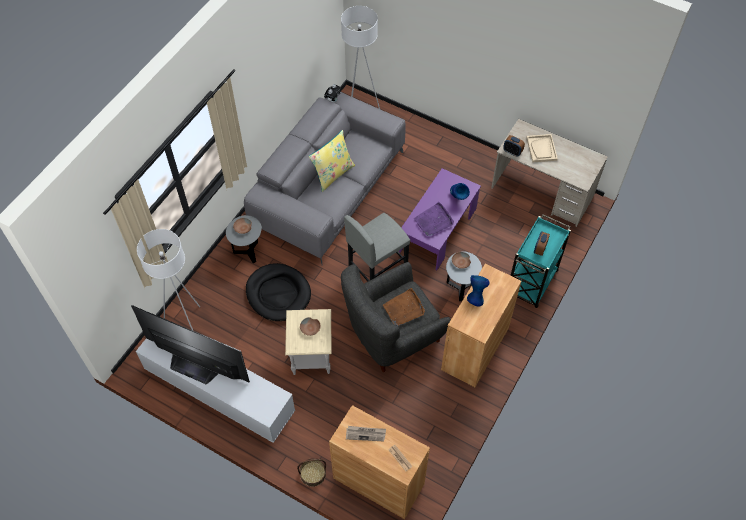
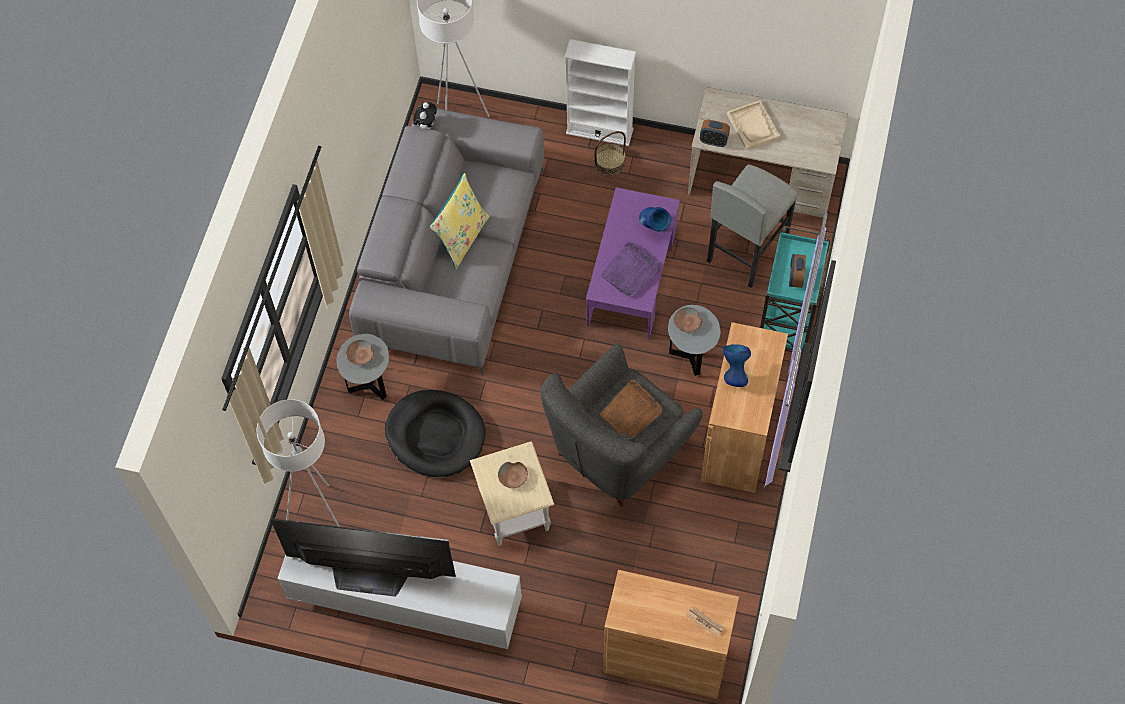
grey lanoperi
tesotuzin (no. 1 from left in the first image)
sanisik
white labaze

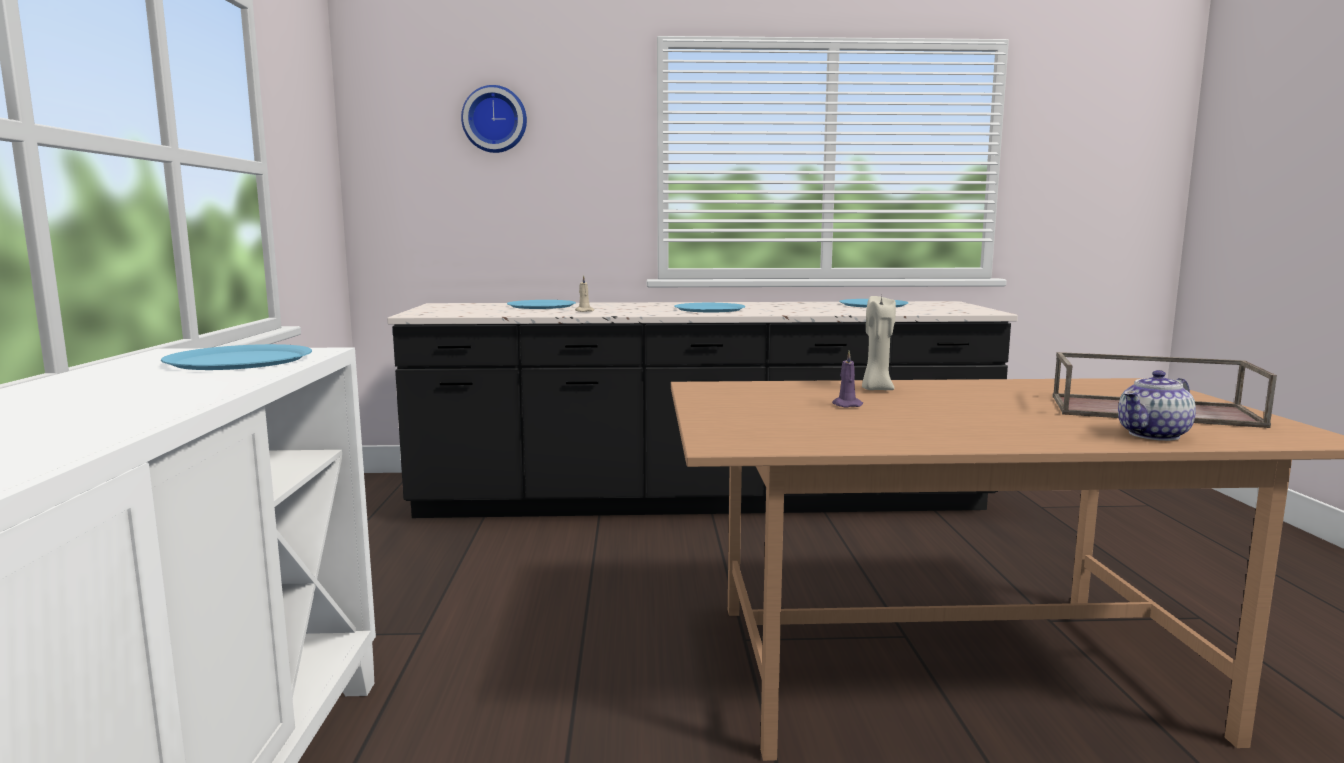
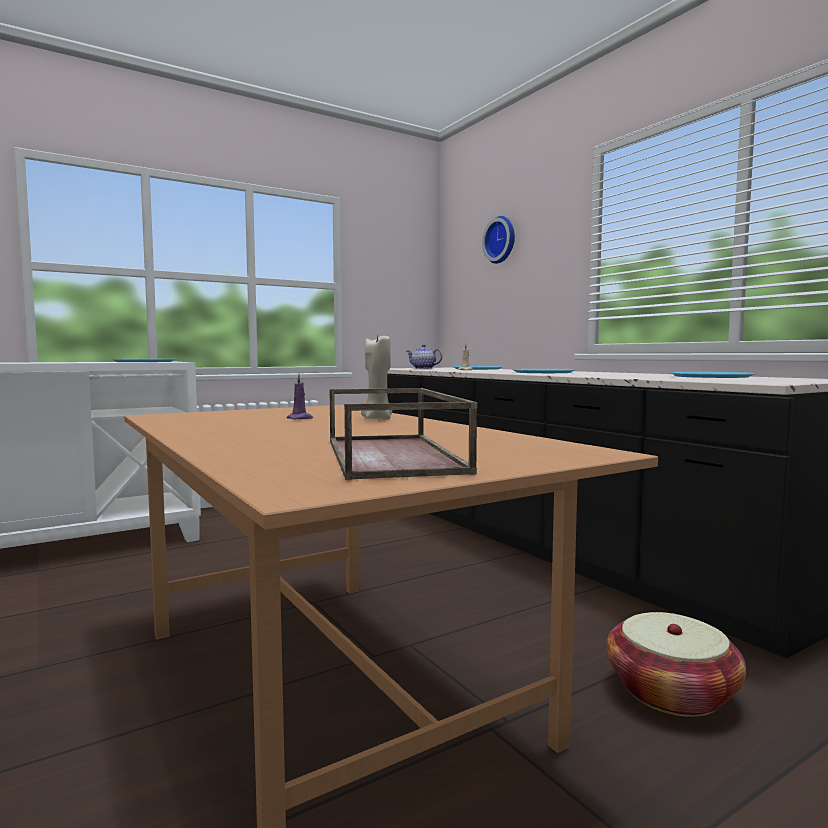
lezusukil
sanisik

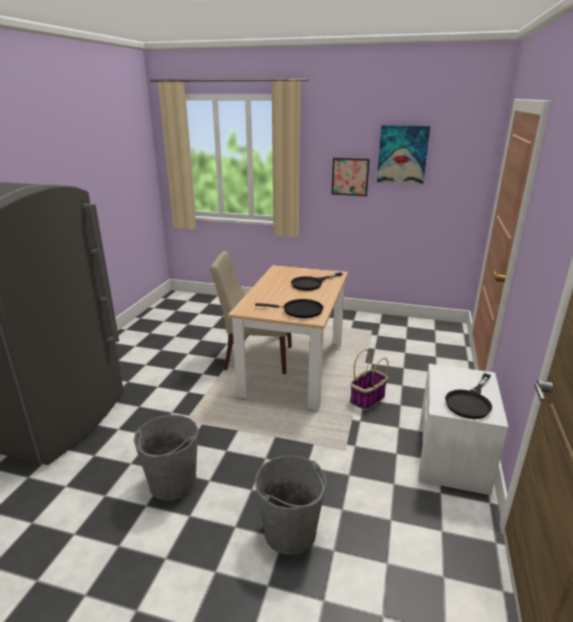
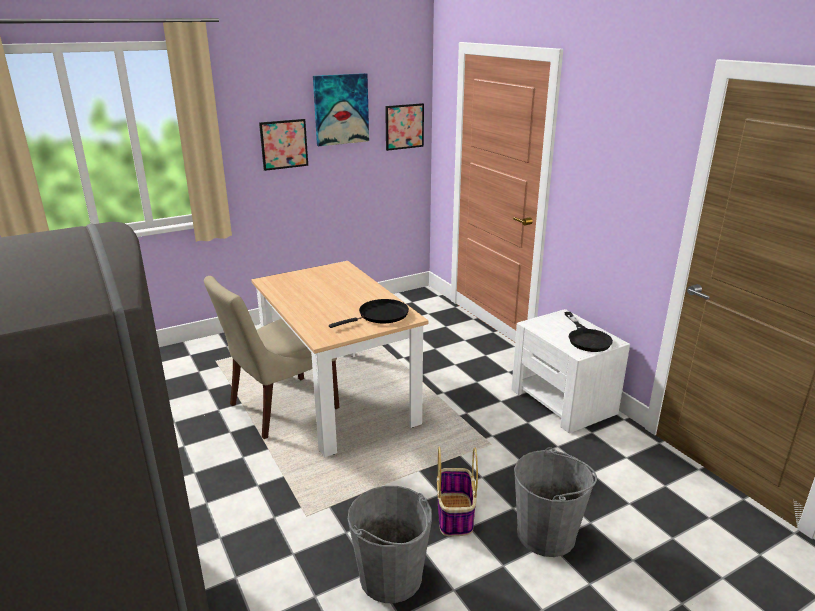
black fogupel (no. 2 from left in the first image)
sanisik
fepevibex (no. 3 from left)

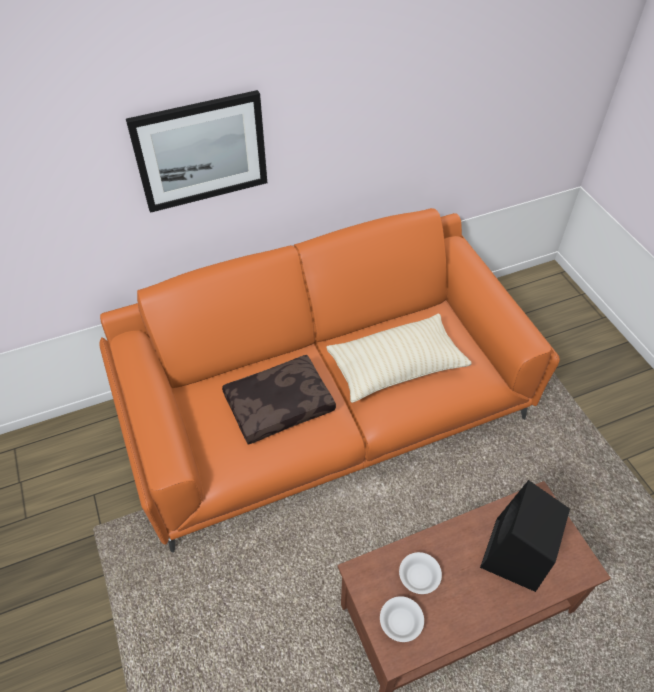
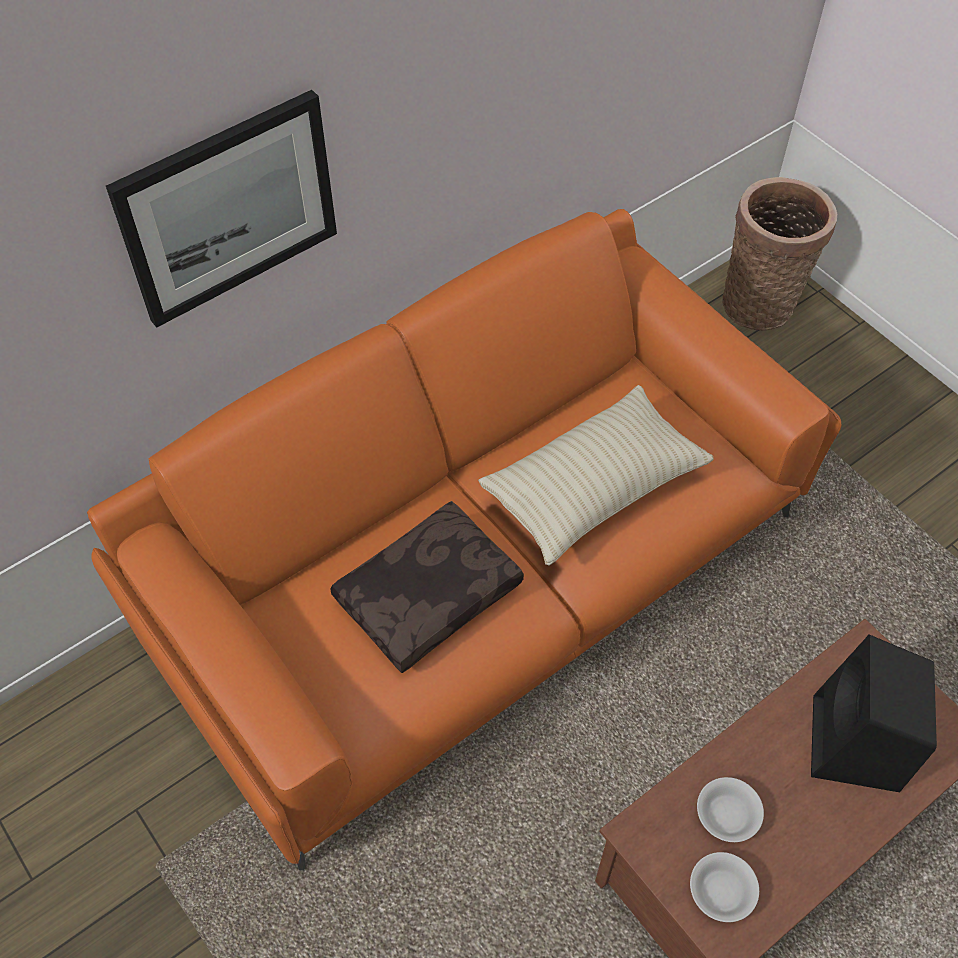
sanisik

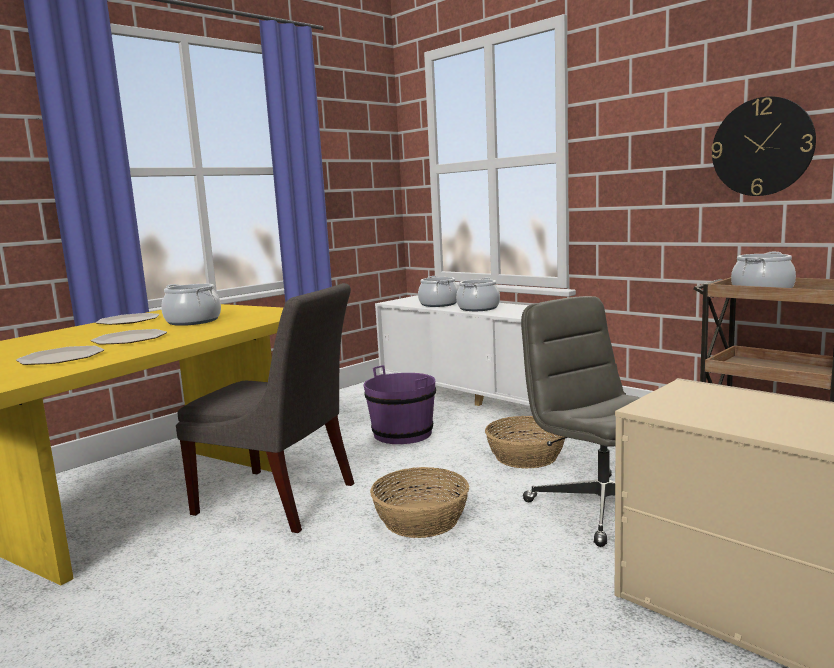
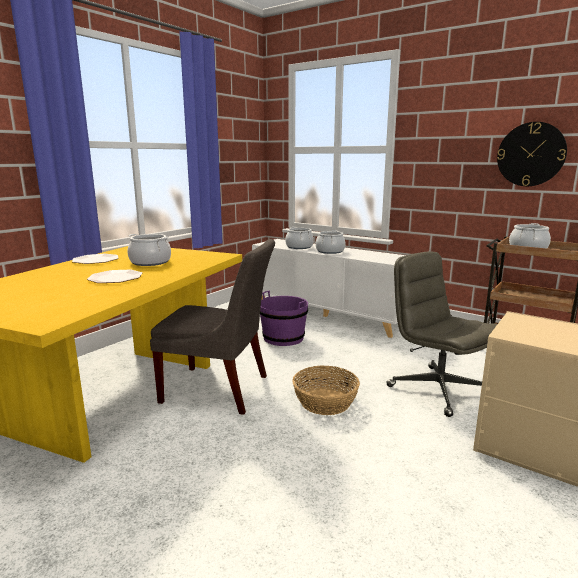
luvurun (no. 1 from left in the first image)
sanisik (no. 2 from left in the first image)

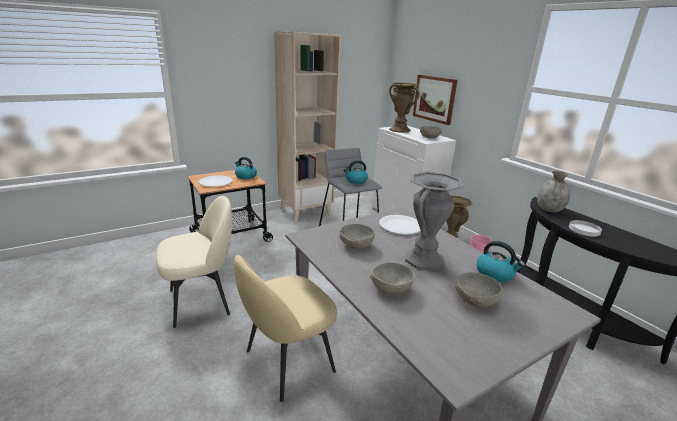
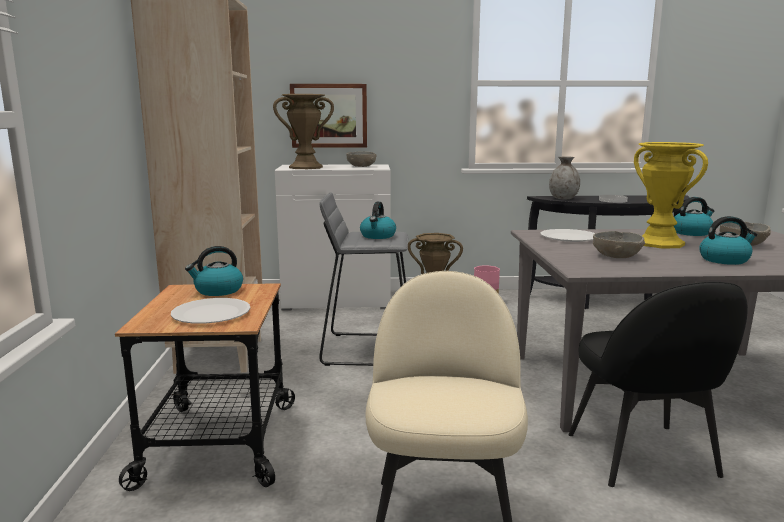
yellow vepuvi
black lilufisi
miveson (no. 4 from left)

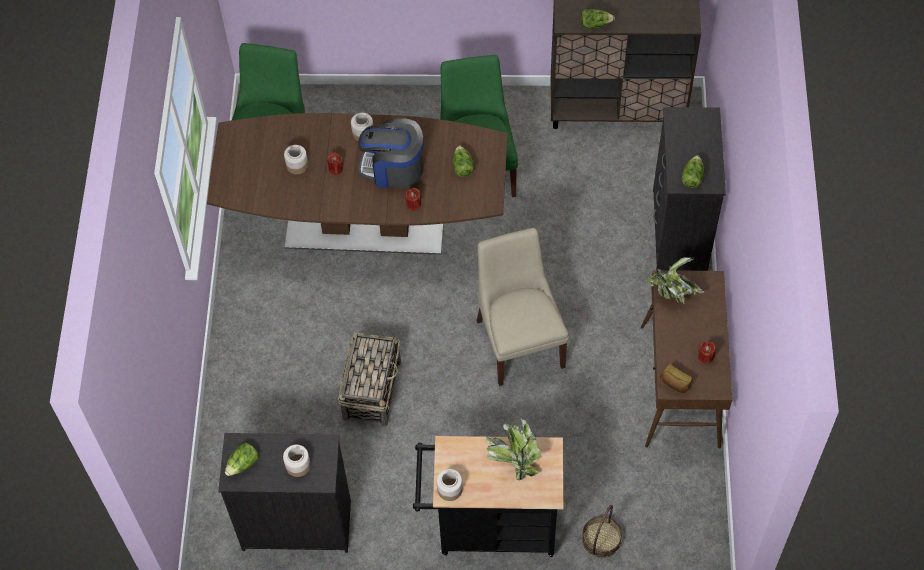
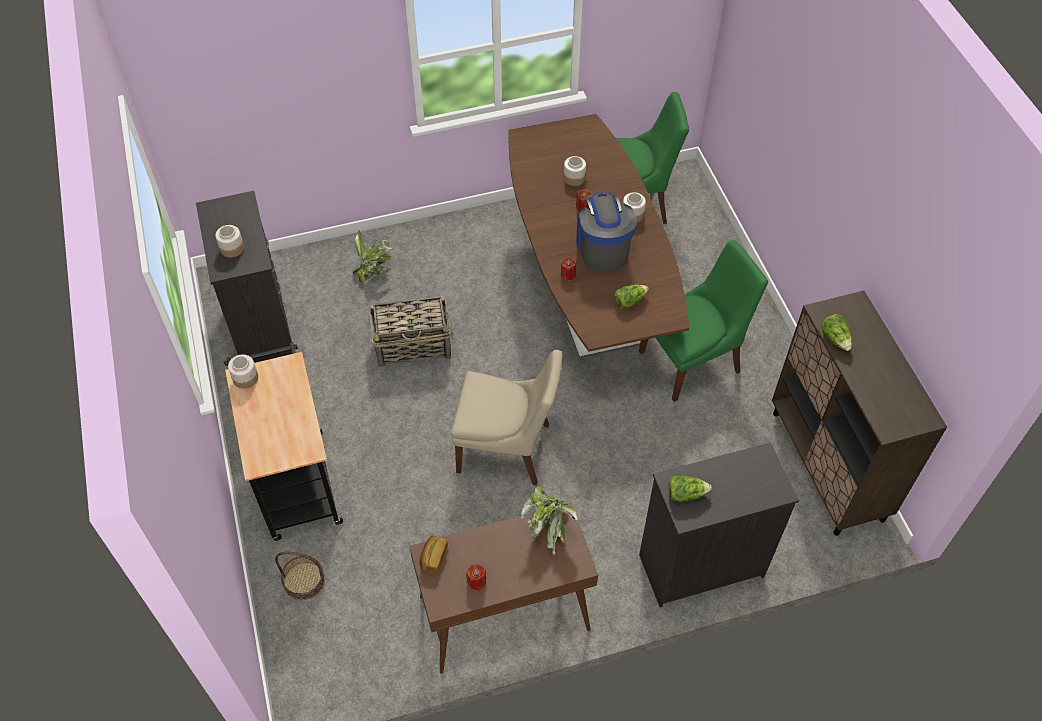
beige lilufisi
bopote (no. 1 from left)
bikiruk (no. 1 from left in the first image)

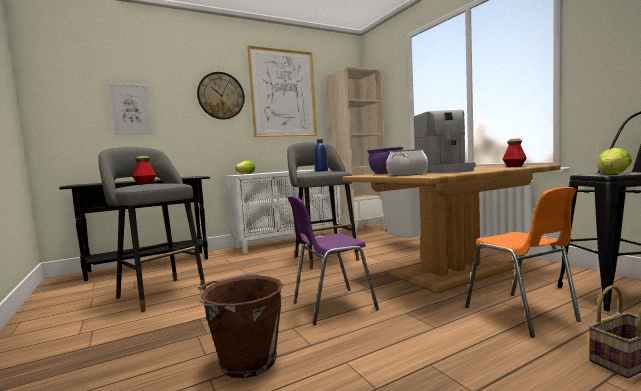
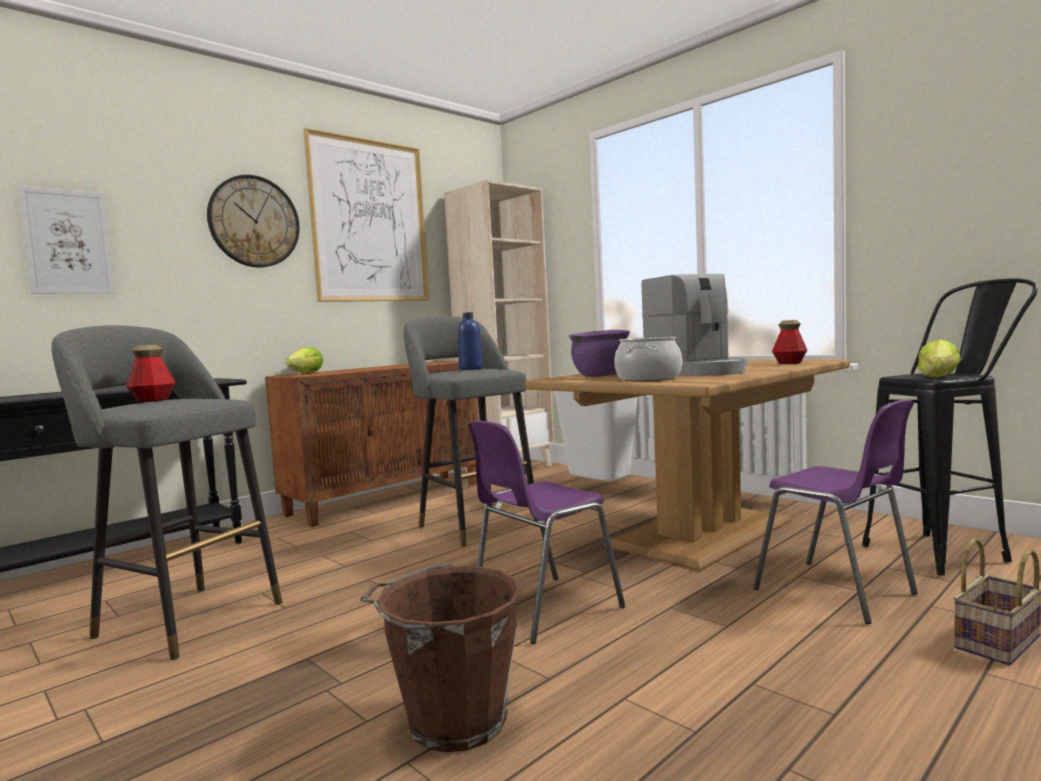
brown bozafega
purple lilufisi (no. 2 from left)

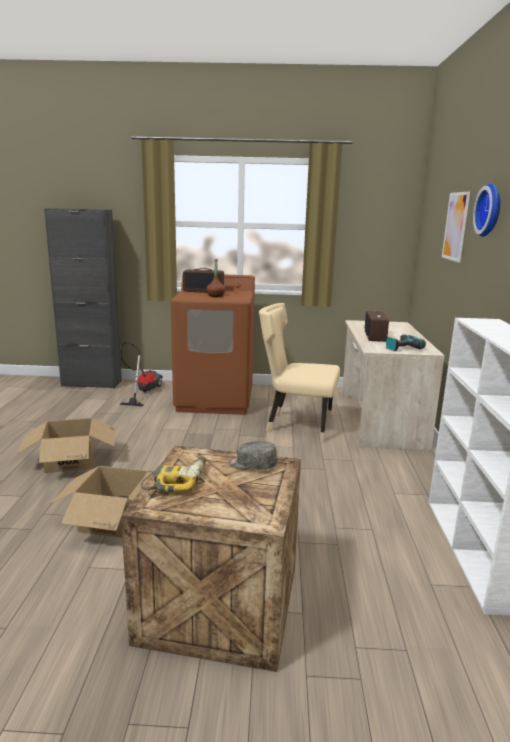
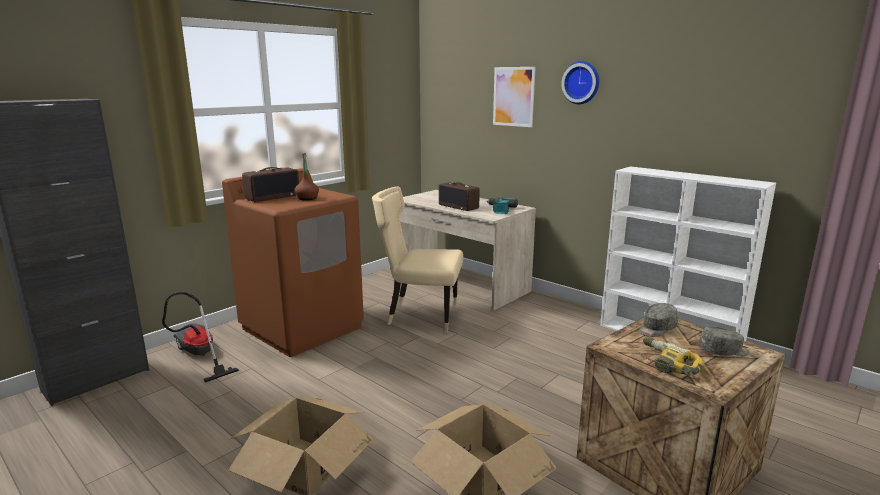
beige lilufisi
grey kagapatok (no. 2 from left)

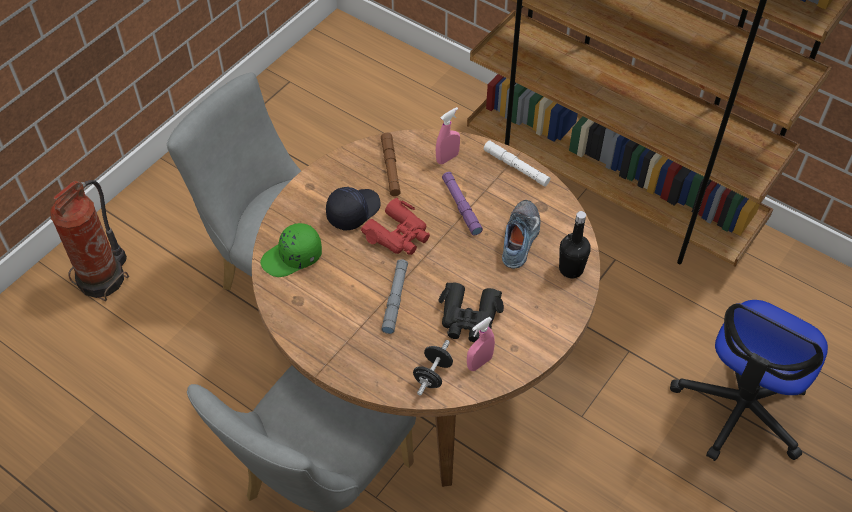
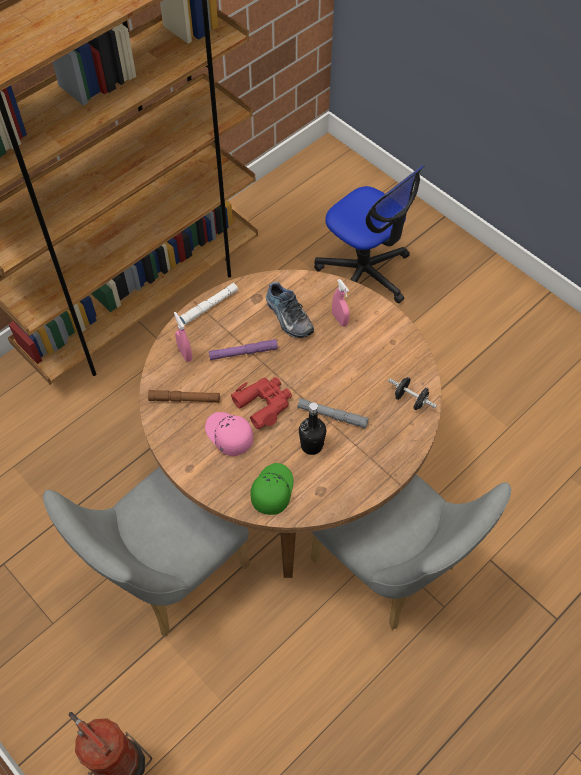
pink kagapatok
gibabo
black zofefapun
green kagapatok
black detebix
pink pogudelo (no. 2 from left)

